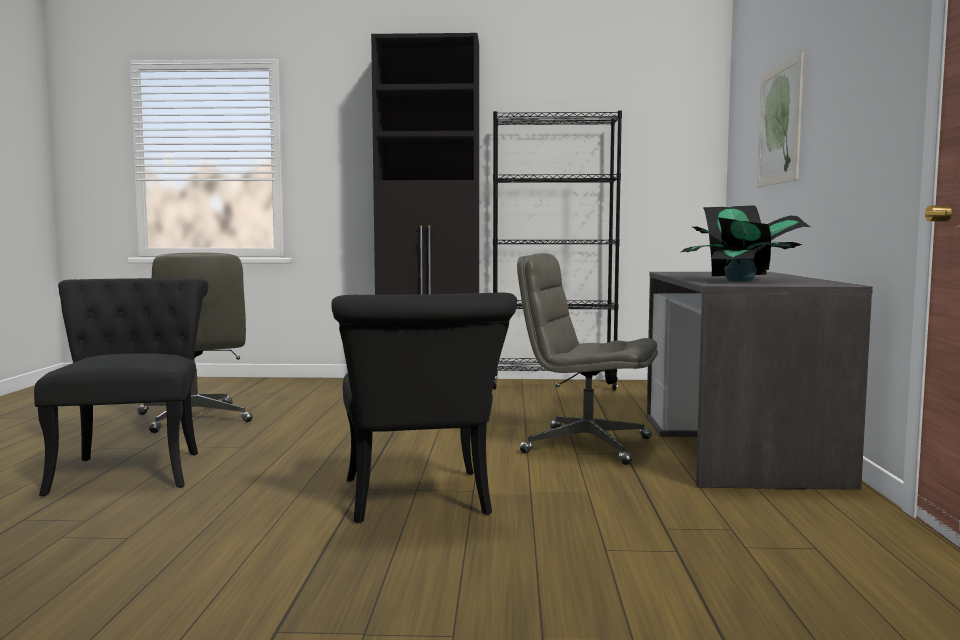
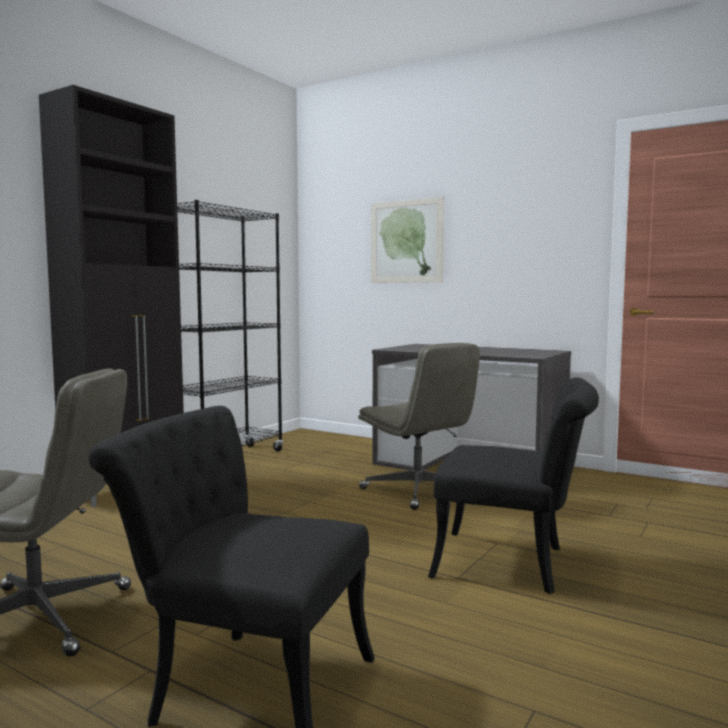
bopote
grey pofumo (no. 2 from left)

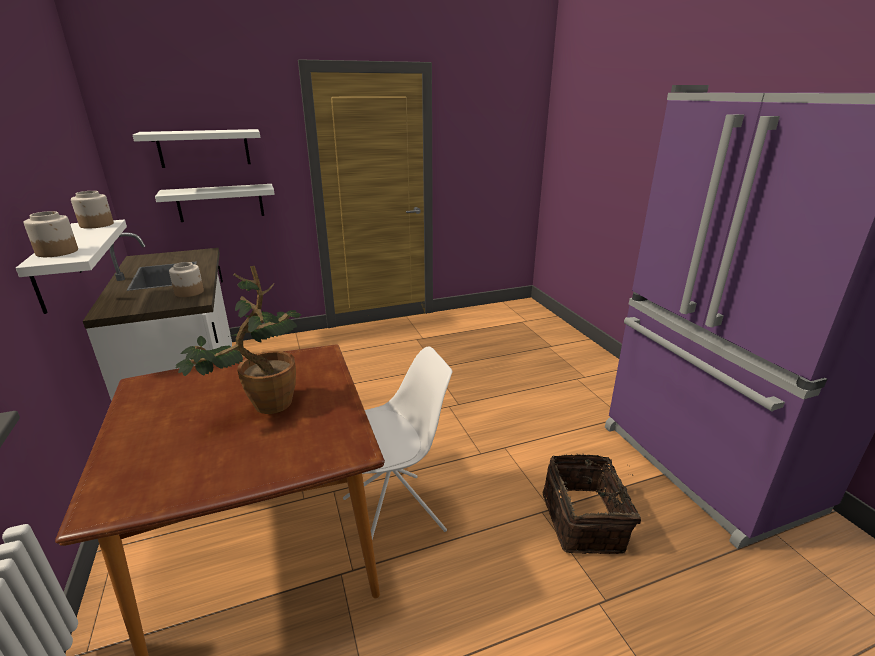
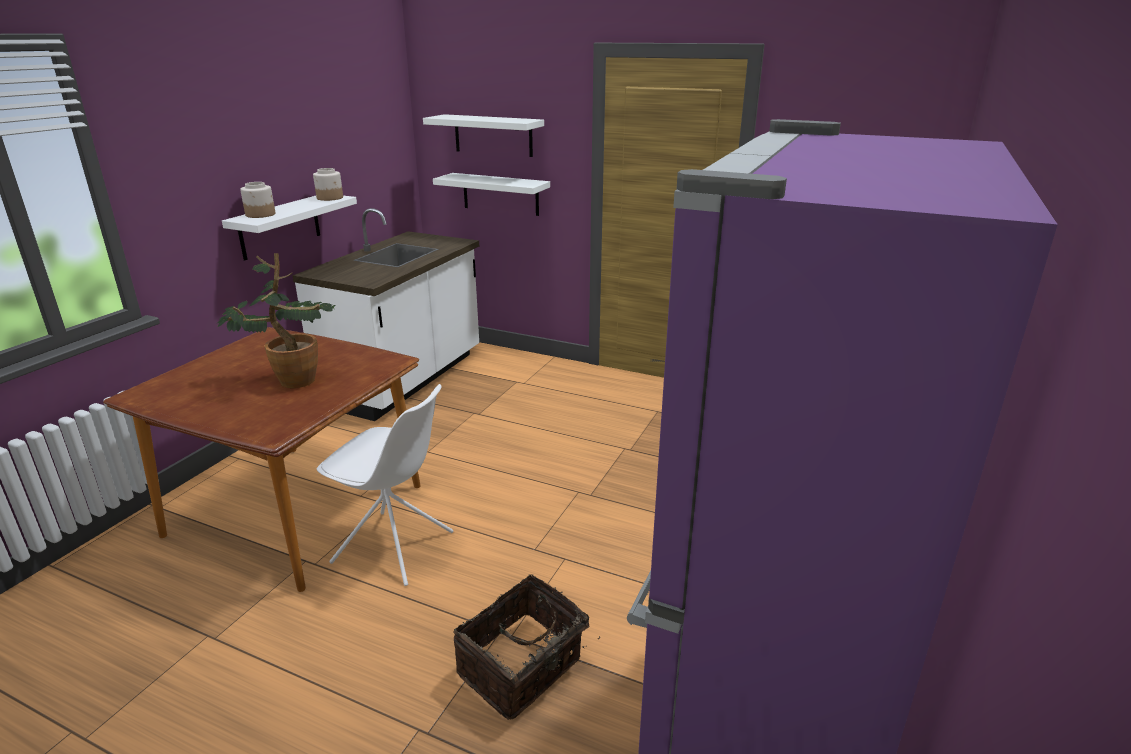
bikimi (no. 3 from left in the first image)

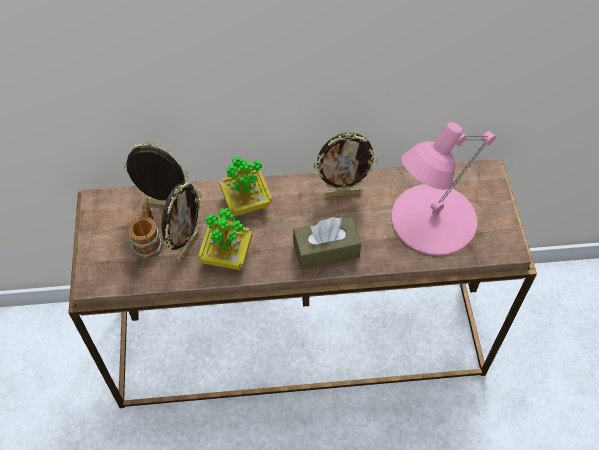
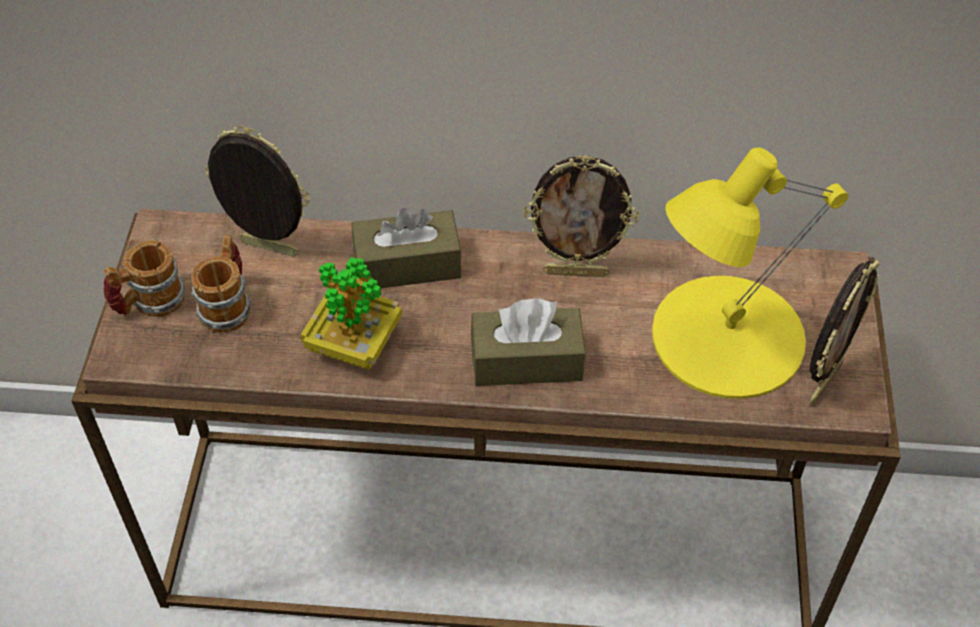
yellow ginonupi
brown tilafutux (no. 1 from left)
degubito (no. 3 from left)
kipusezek (no. 1 from left)

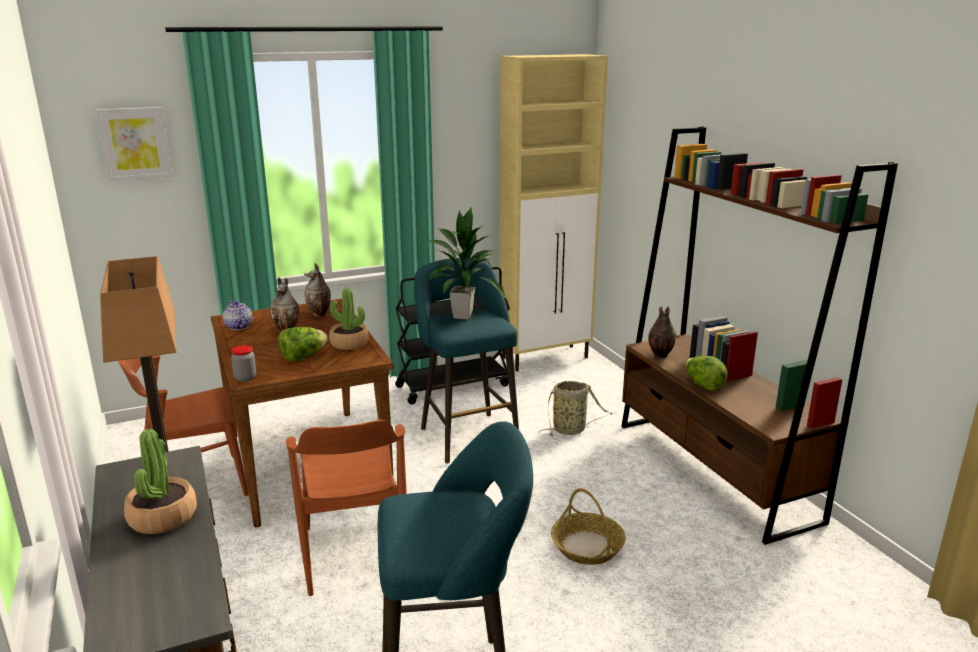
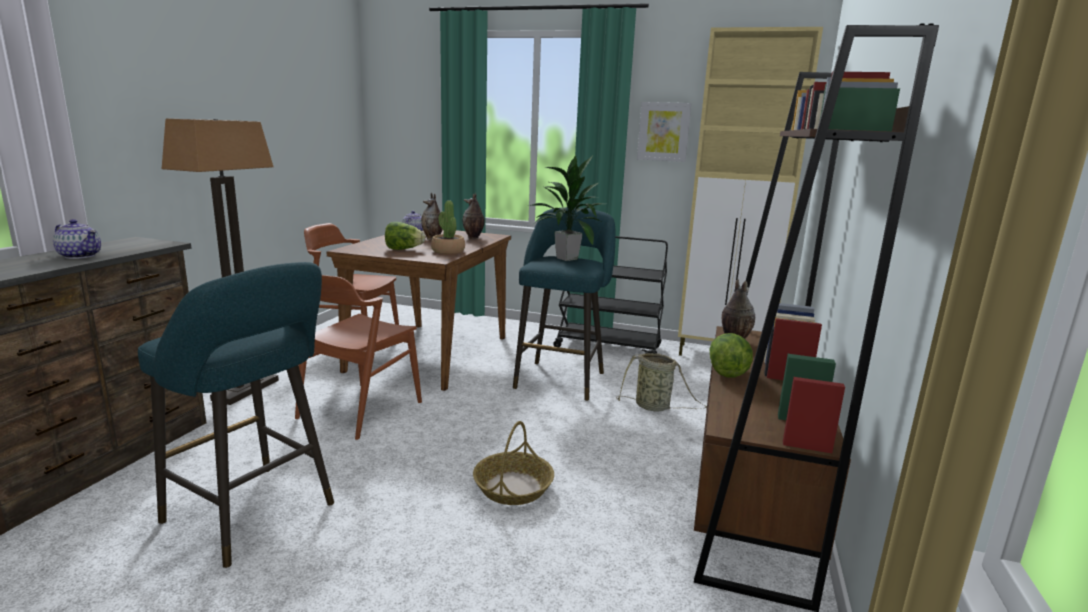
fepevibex
bikimi
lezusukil (no. 1 from left)

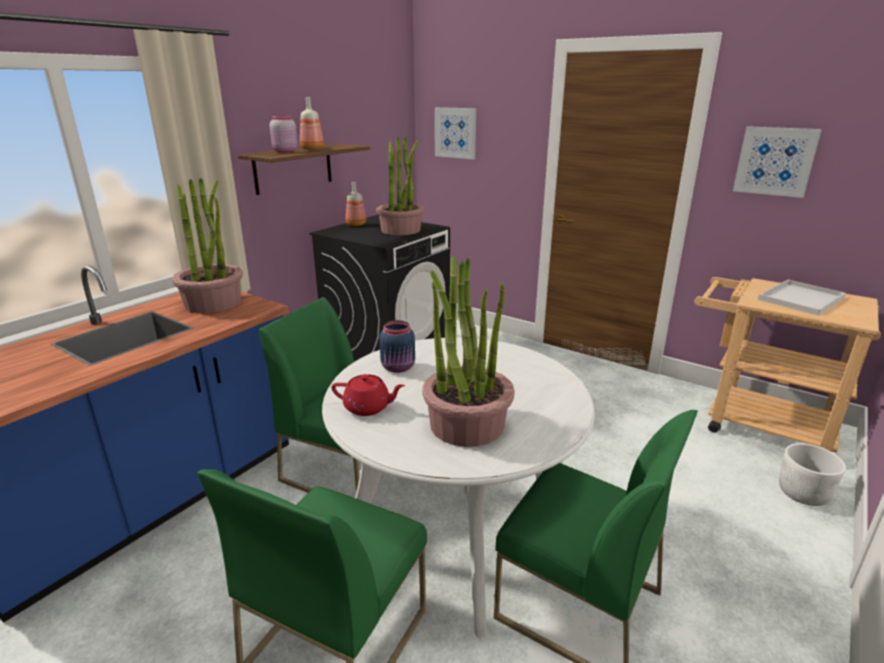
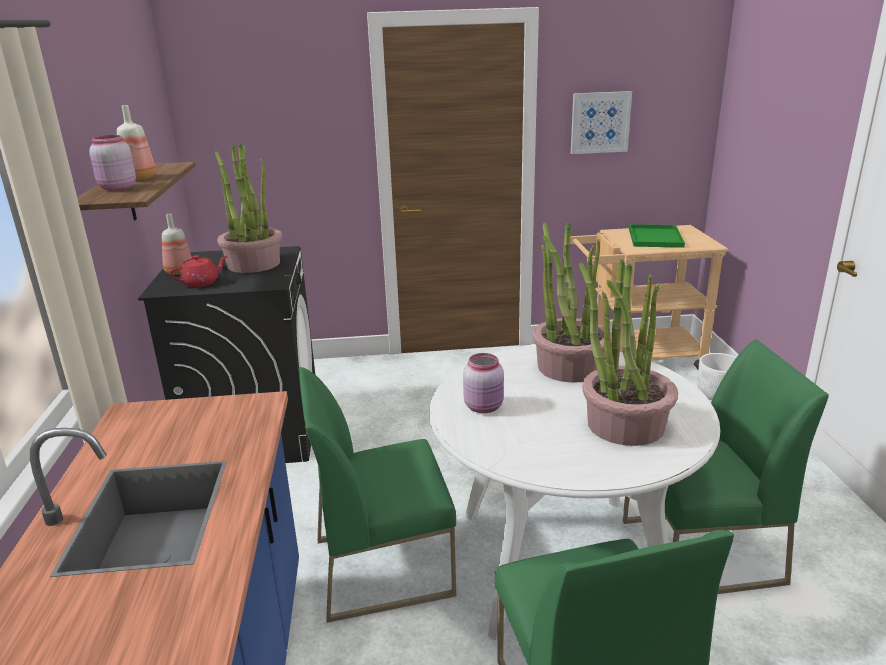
fepevibex (no. 1 from left in the first image)
bopote (no. 2 from left)
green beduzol
pink bikimi (no. 2 from left)
red lezusukil

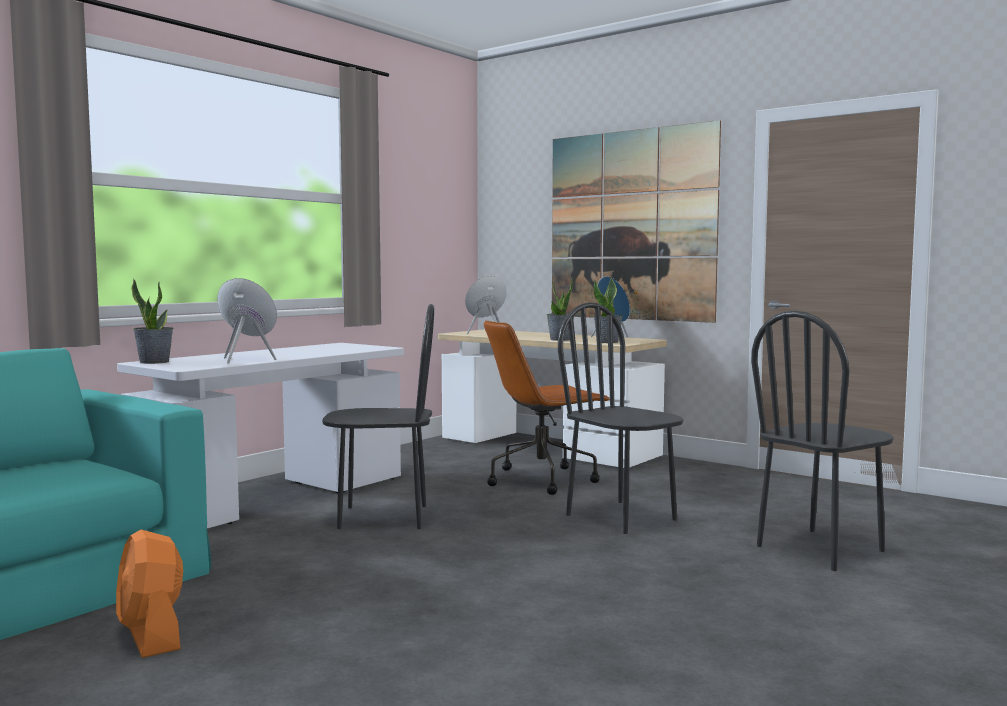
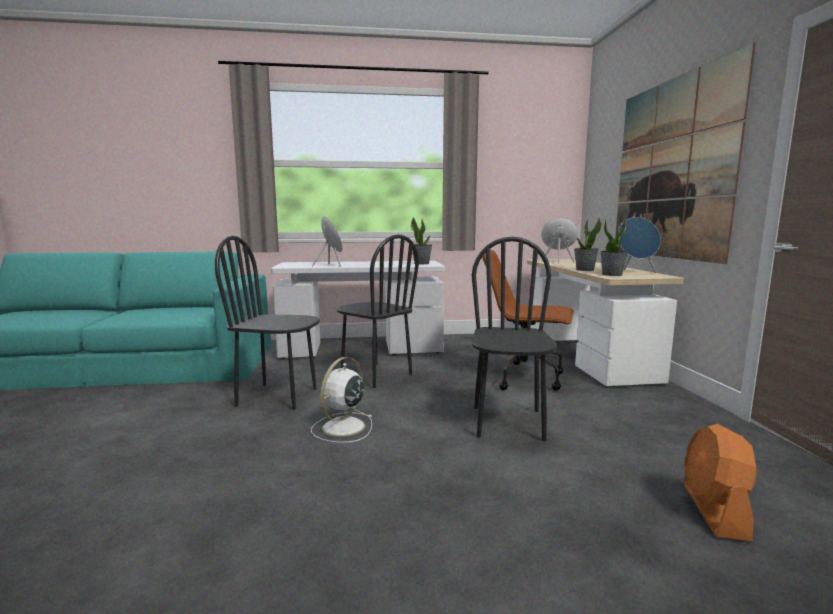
bopote (no. 1 from left)
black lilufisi (no. 1 from left)
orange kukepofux
white kukepofux

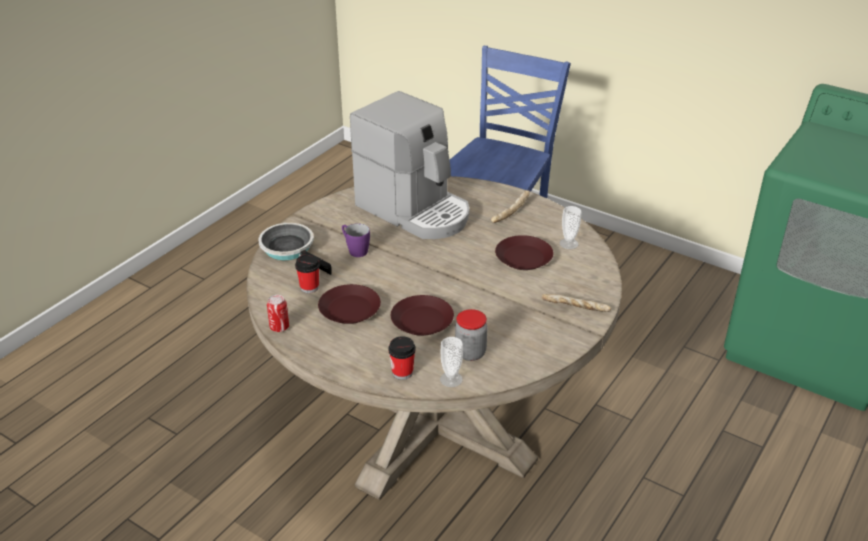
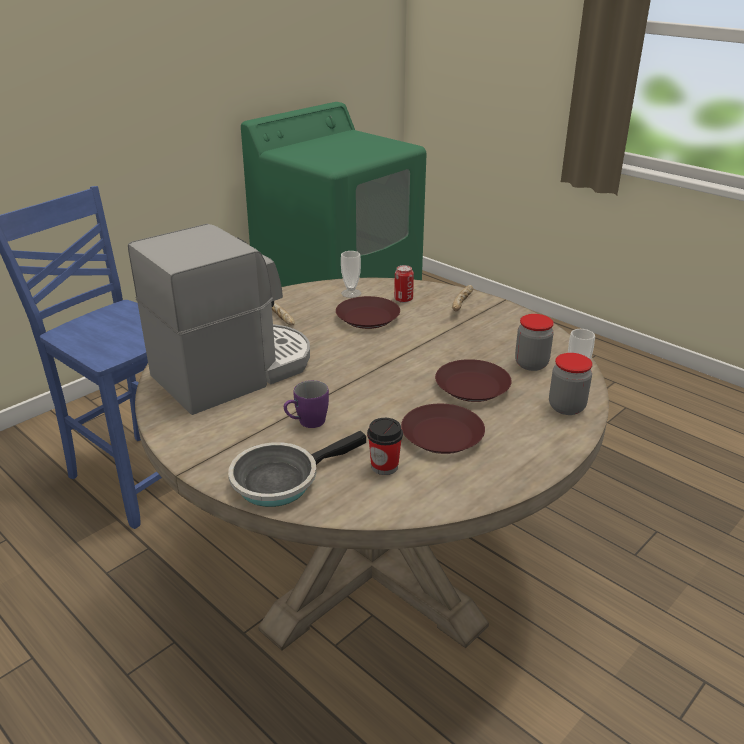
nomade
bikimi (no. 2 from left)

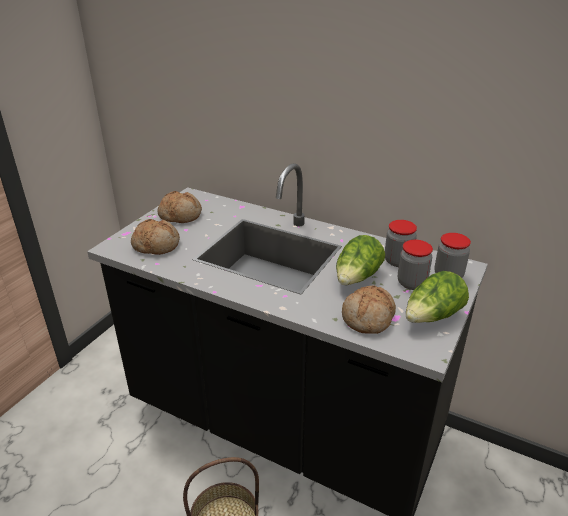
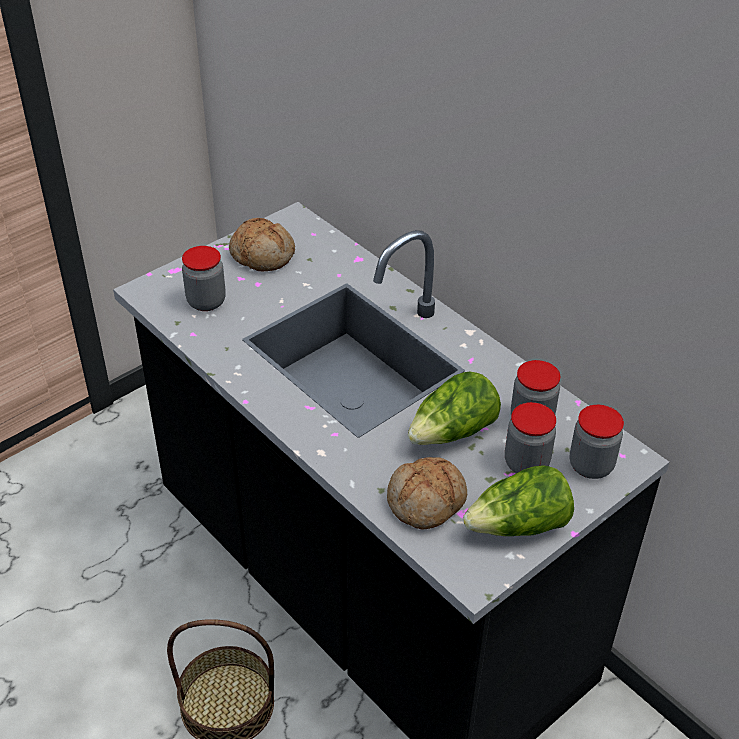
bikimi (no. 1 from left)

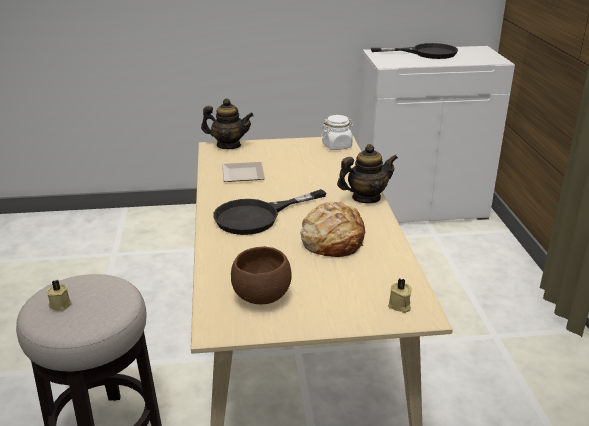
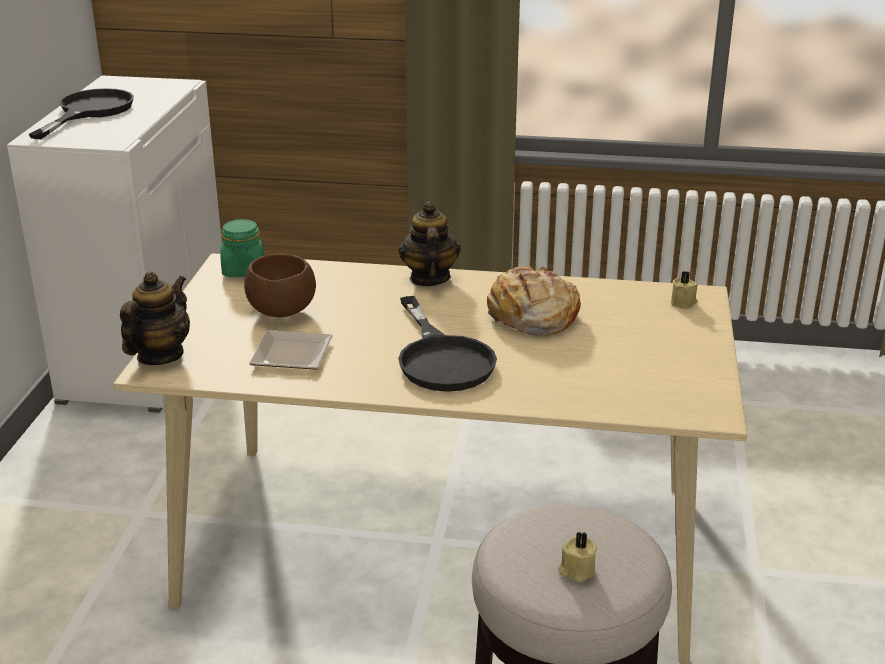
green bikimi
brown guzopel

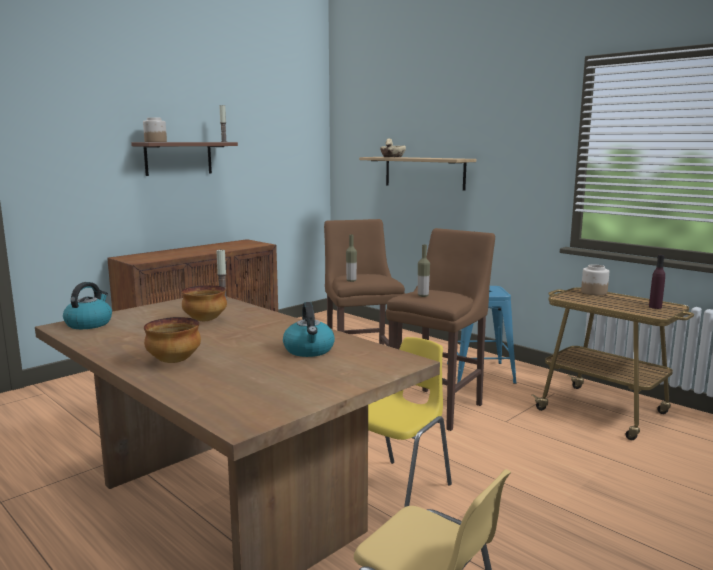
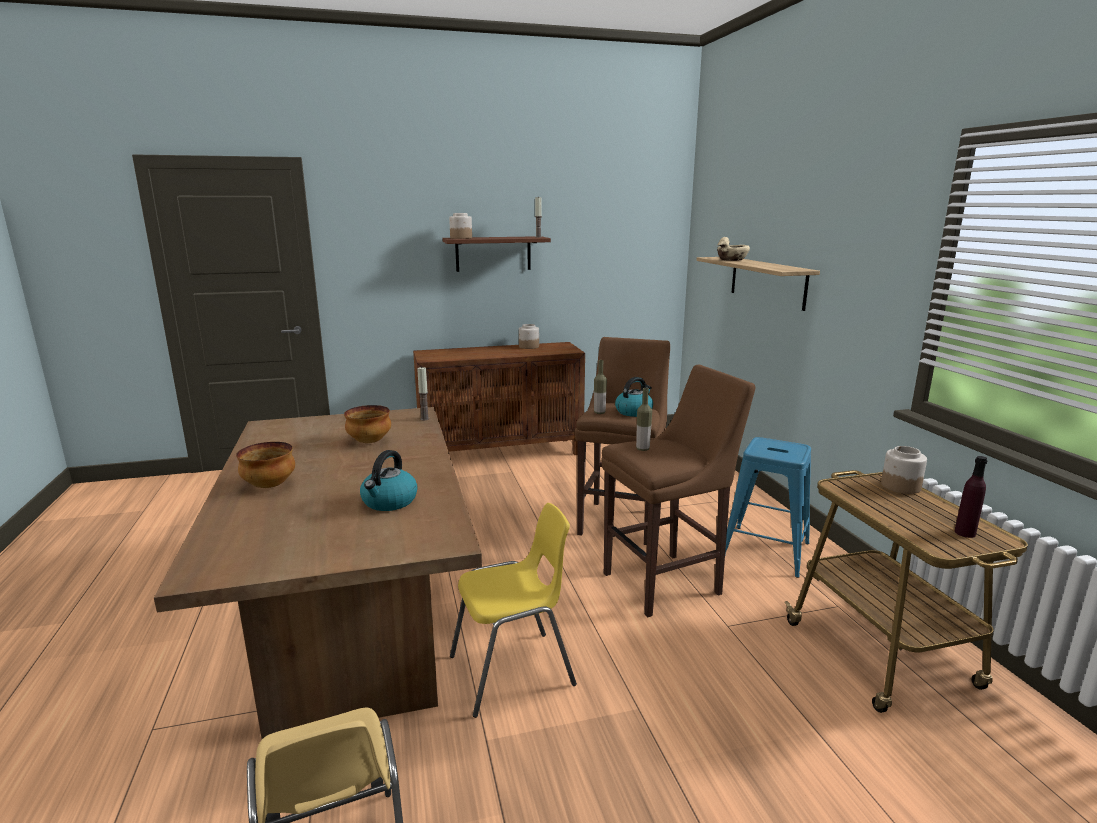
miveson (no. 2 from left)
bikimi (no. 2 from left)

